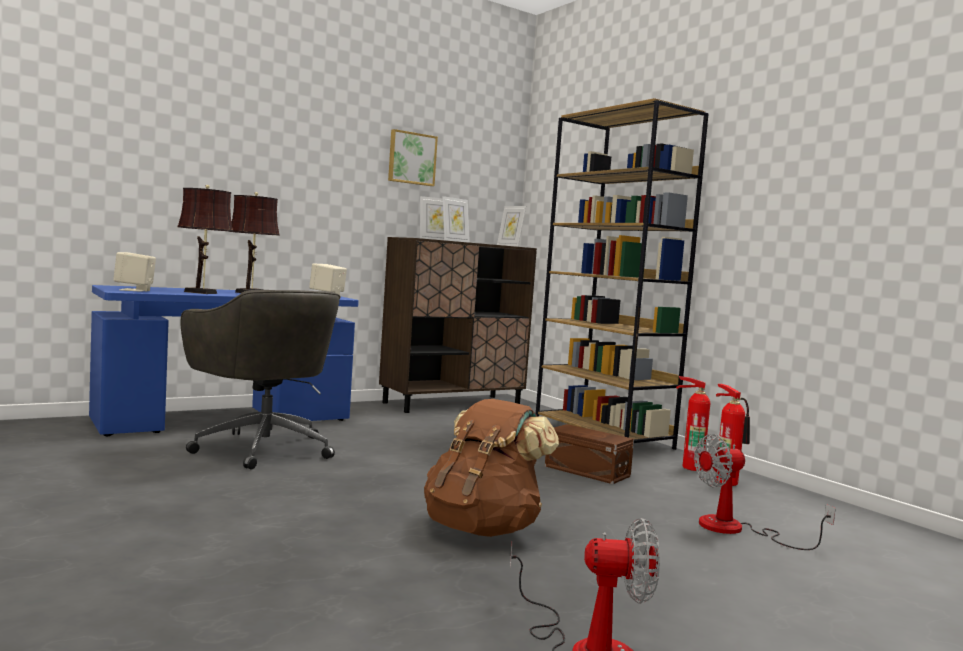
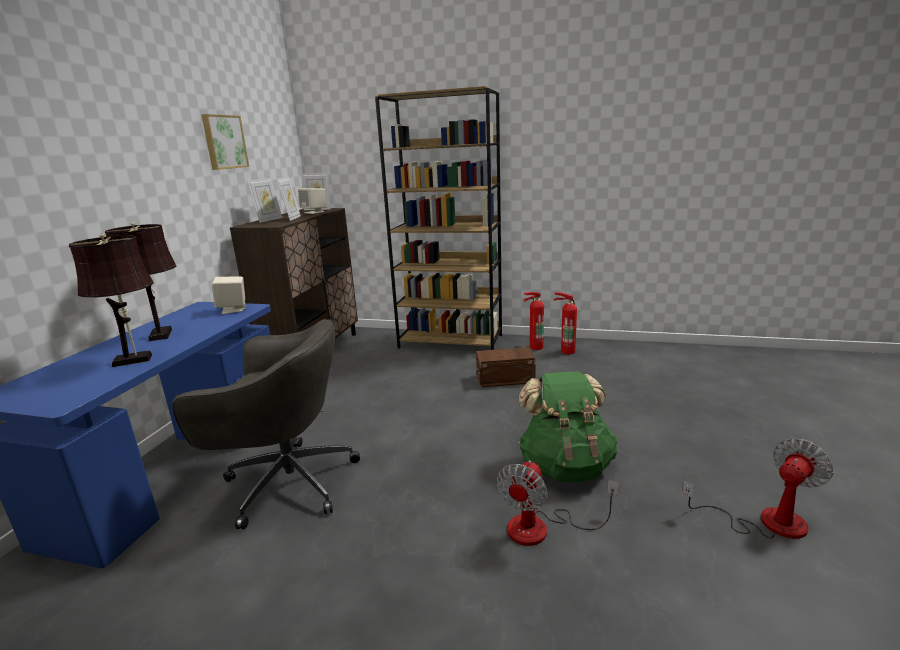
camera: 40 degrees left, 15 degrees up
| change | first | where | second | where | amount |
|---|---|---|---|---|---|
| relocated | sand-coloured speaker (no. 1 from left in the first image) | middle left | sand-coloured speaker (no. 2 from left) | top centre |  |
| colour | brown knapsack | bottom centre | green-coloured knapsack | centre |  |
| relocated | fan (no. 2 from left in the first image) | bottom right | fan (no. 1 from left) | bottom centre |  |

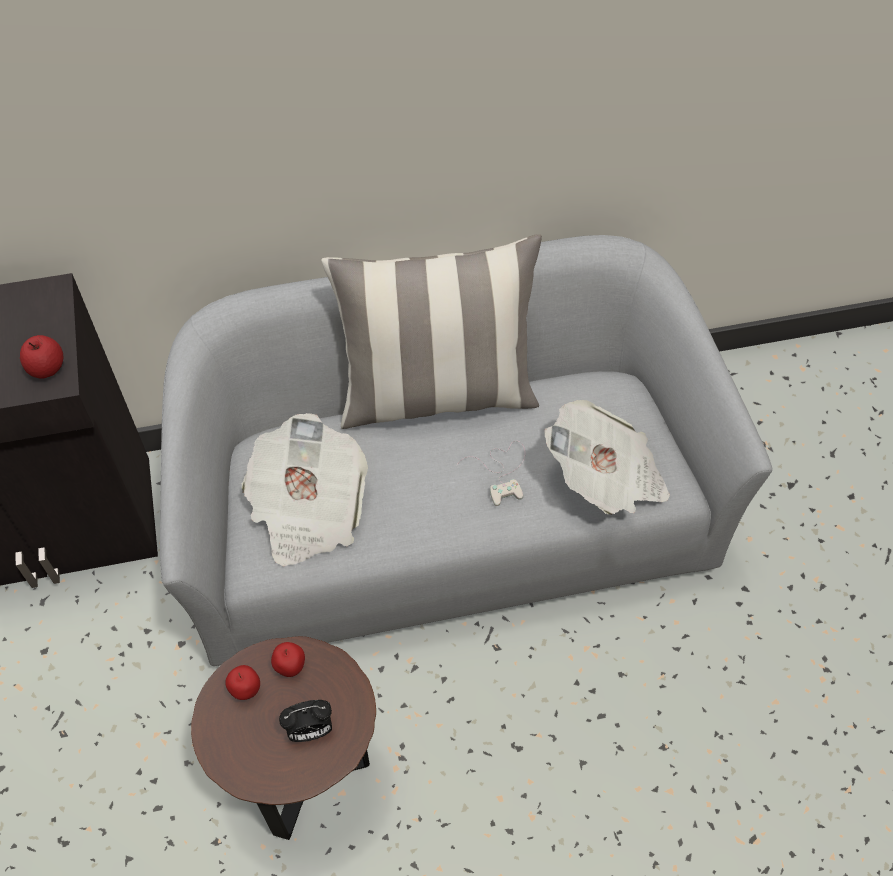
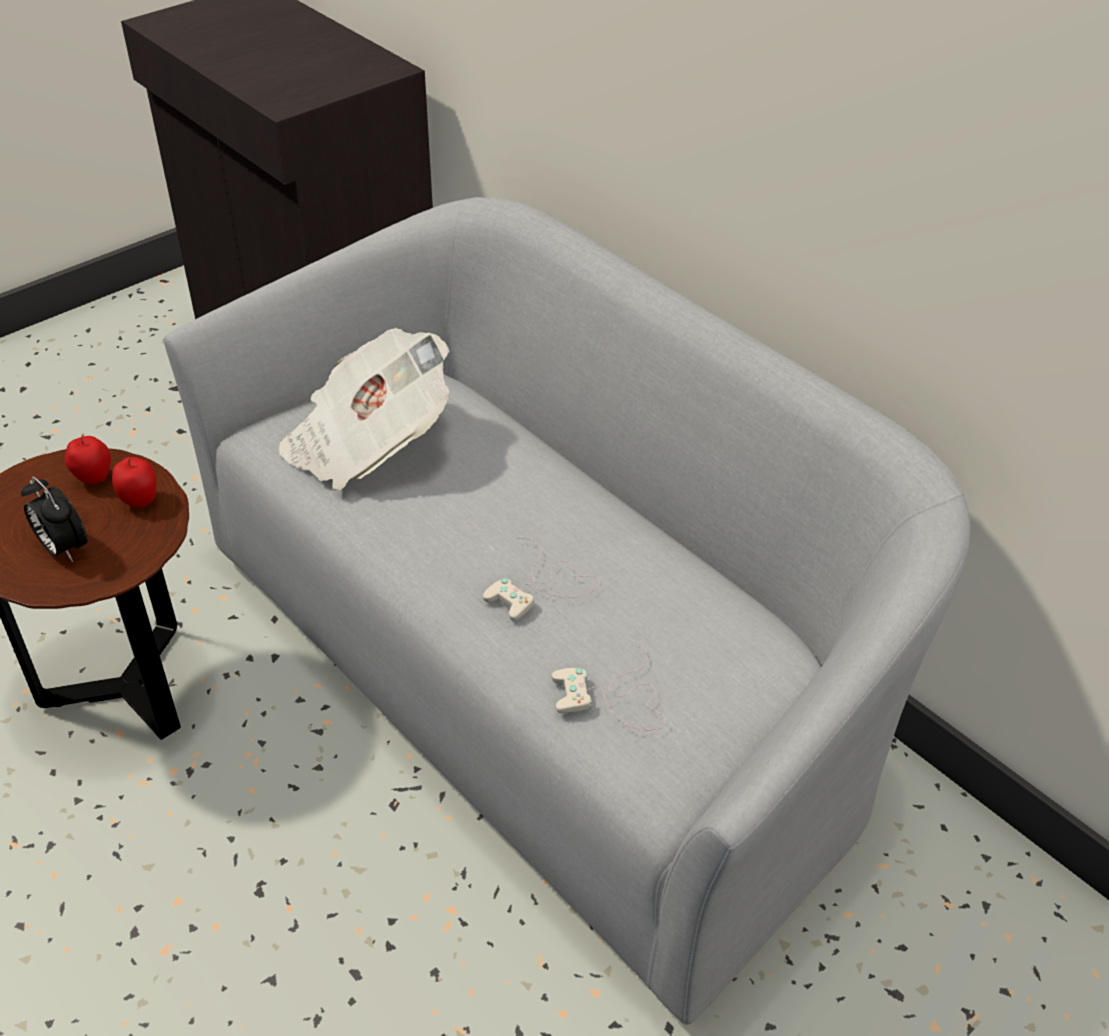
camera: 60 degrees right, 15 degrees down
| change | first | where | second | where | amount |
|---|---|---|---|---|---|
| missing | apple fruit (no. 1 from left) | middle left |  |  |  |
| missing | throw pillow | centre |  |  |  |
| exchanged | daily paper (no. 2 from left) | middle right | white gamepad (no. 2 from left) | centre |  |

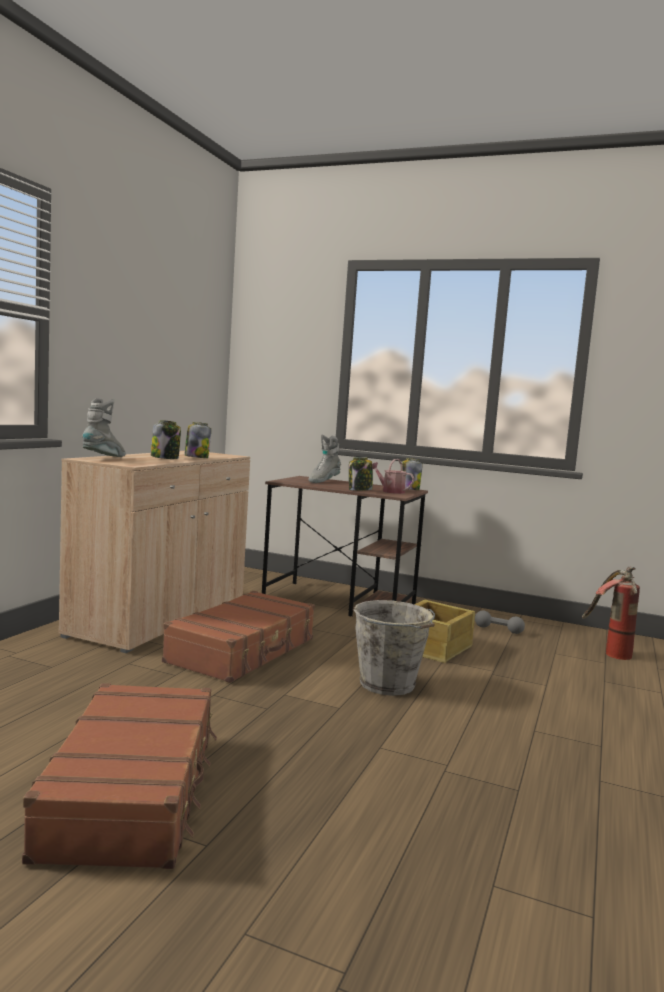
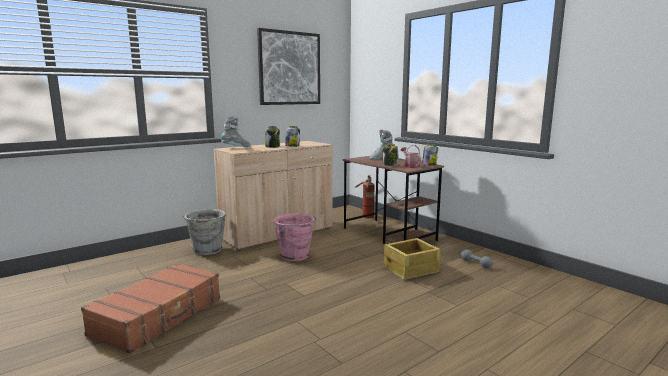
camera: 30 degrees right, 5 degrees up
| change | first | where | second | where | amount |
|---|---|---|---|---|---|
| exchanged | brown suitcase (no. 2 from left) | centre | pinkish water bucket | centre |  |
| relocated | gray water bucket | centre |  | middle left |  |
| relocated | extinguisher | middle right |  | centre |  |
| appeared |  |  | picture | top centre |  |

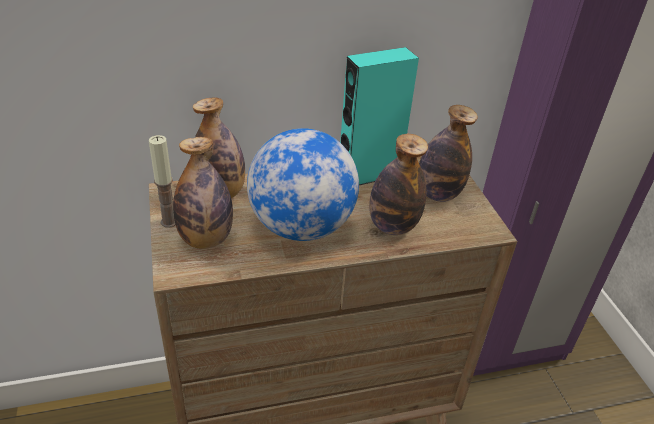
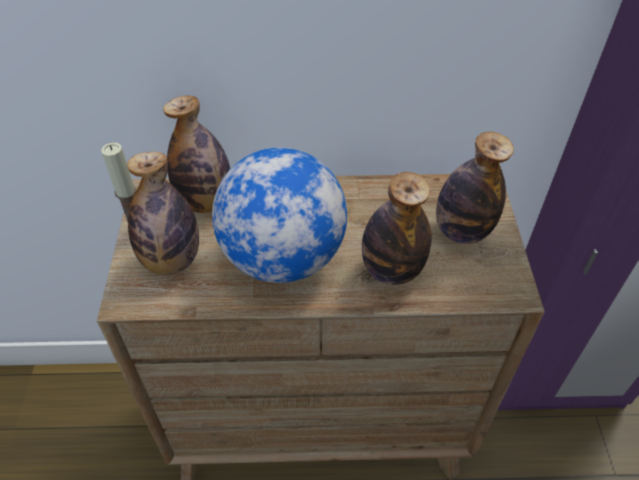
camera: 15 degrees right, 10 degrees up
| change | first | where | second | where | amount |
|---|---|---|---|---|---|
| missing | turquoise-coloured speaker | top centre |  |  |  |

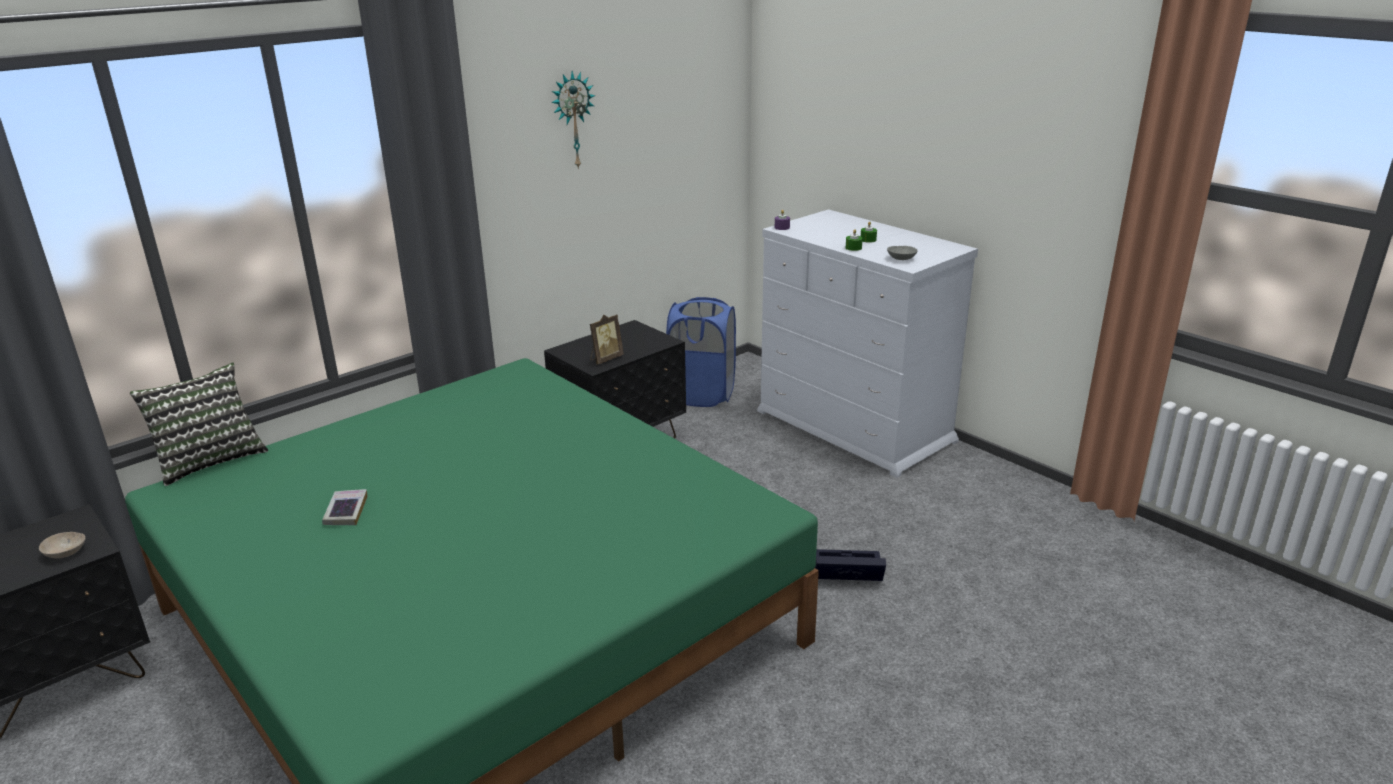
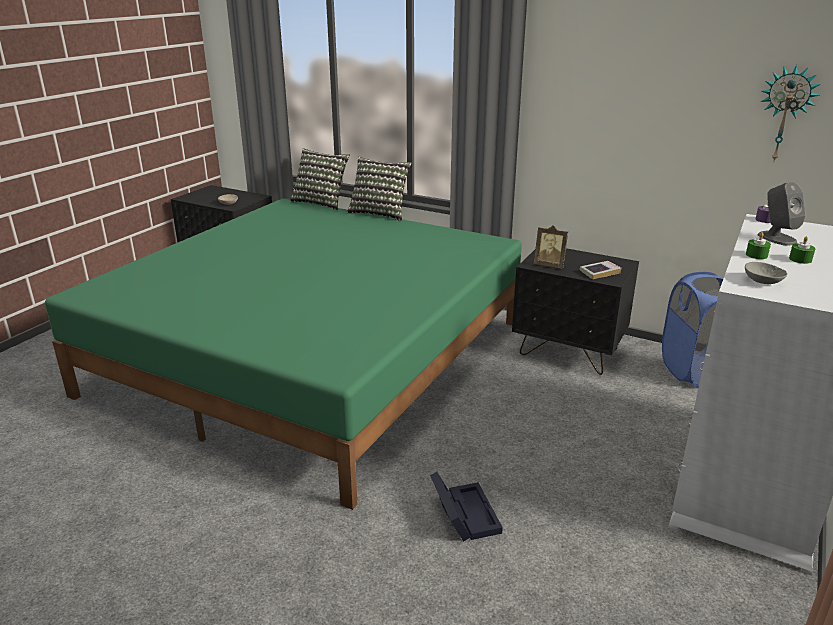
camera: 70 degrees right, 0 degrees up
| change | first | where | second | where | amount |
|---|---|---|---|---|---|
| relocated | volume | middle left |  | middle right |  |
| relocated | hanging clock | top centre |  | top right |  |
| appeared |  |  | throw pillow (no. 2 from left) | top centre |  |
| appeared |  |  | gray speaker | middle right |  |

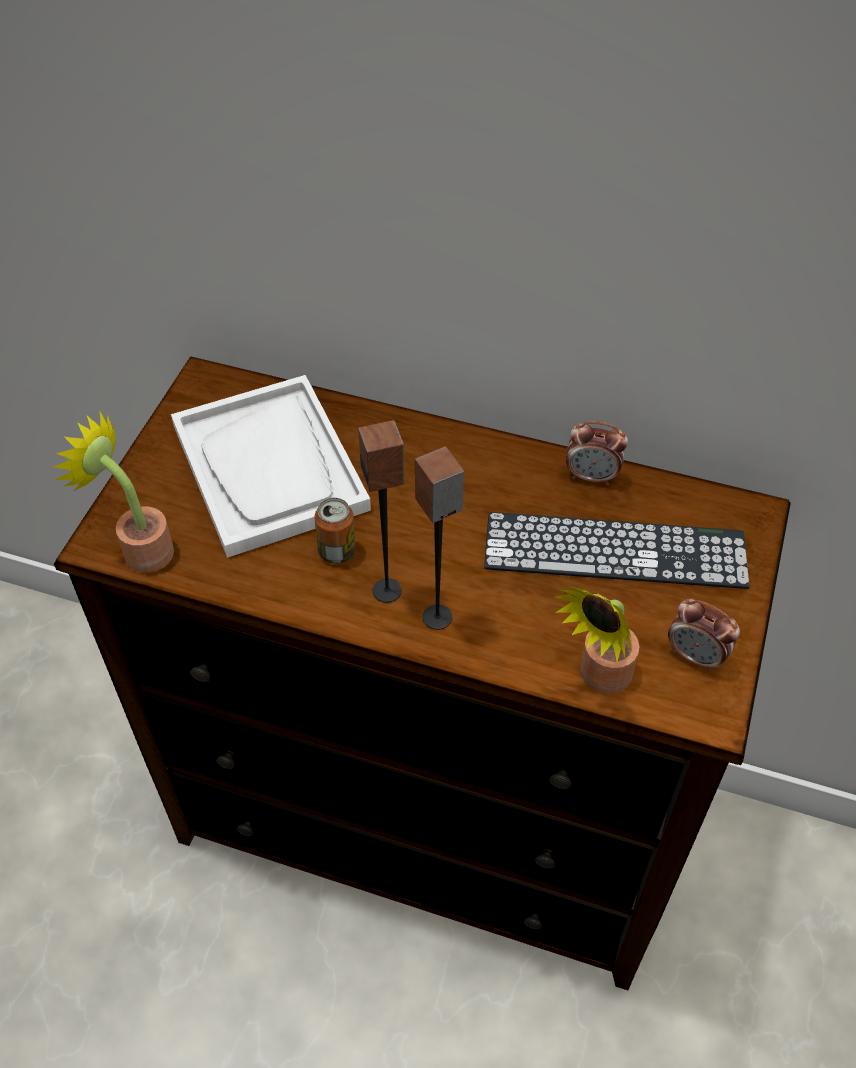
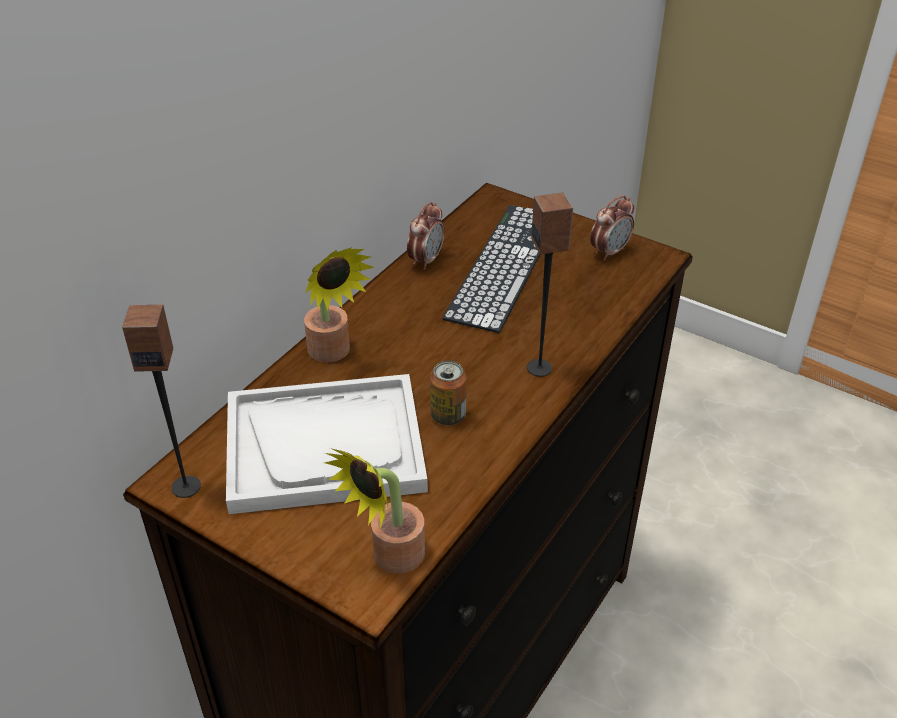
camera: 75 degrees left, 10 degrees down
| change | first | where | second | where | amount |
|---|---|---|---|---|---|
| relocated | speaker (no. 1 from left) | centre |  | middle left |  |
| relocated | potted plant (no. 2 from left in the first image) | middle right | potted plant (no. 1 from left) | centre |  |

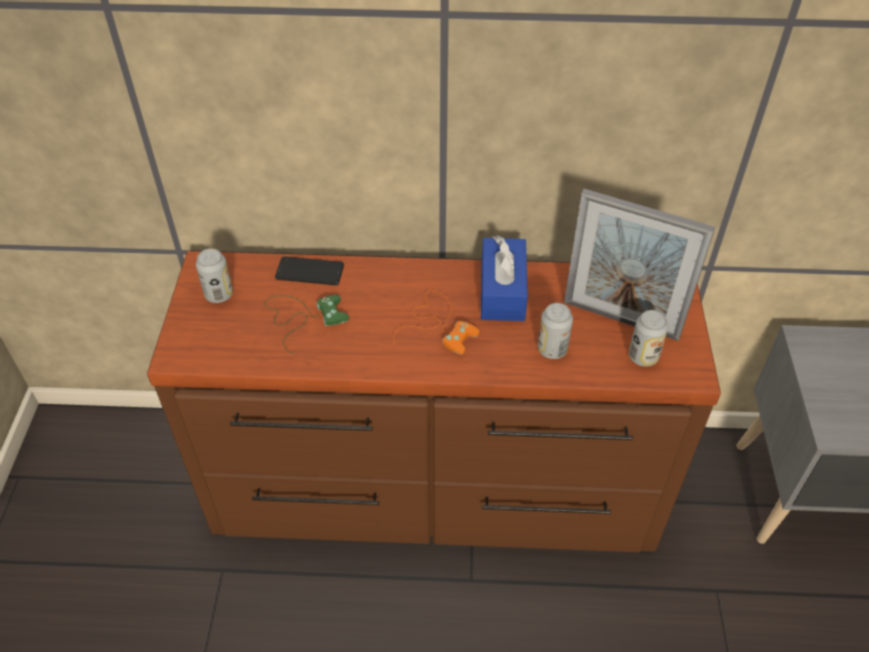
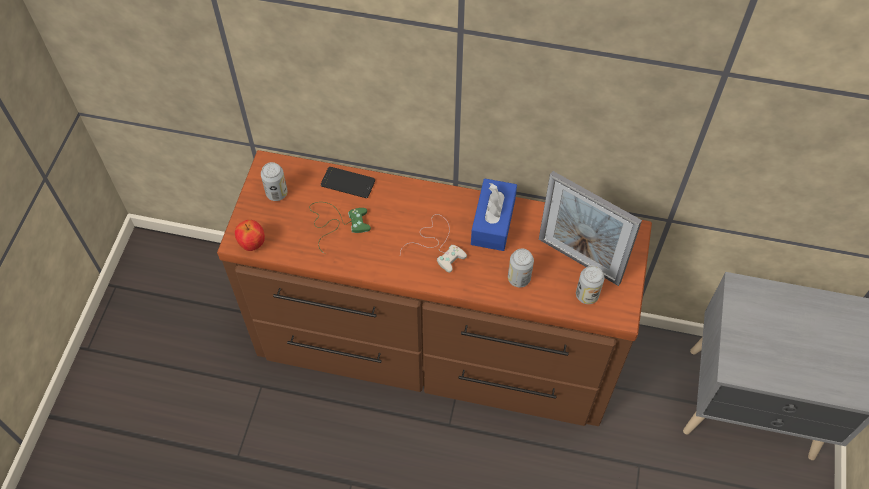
camera: 10 degrees right, 10 degrees up
| change | first | where | second | where | amount |
|---|---|---|---|---|---|
| colour | orangey gamepad | centre | white gamepad | centre |  |
| appeared |  |  | apple fruit | middle left |  |

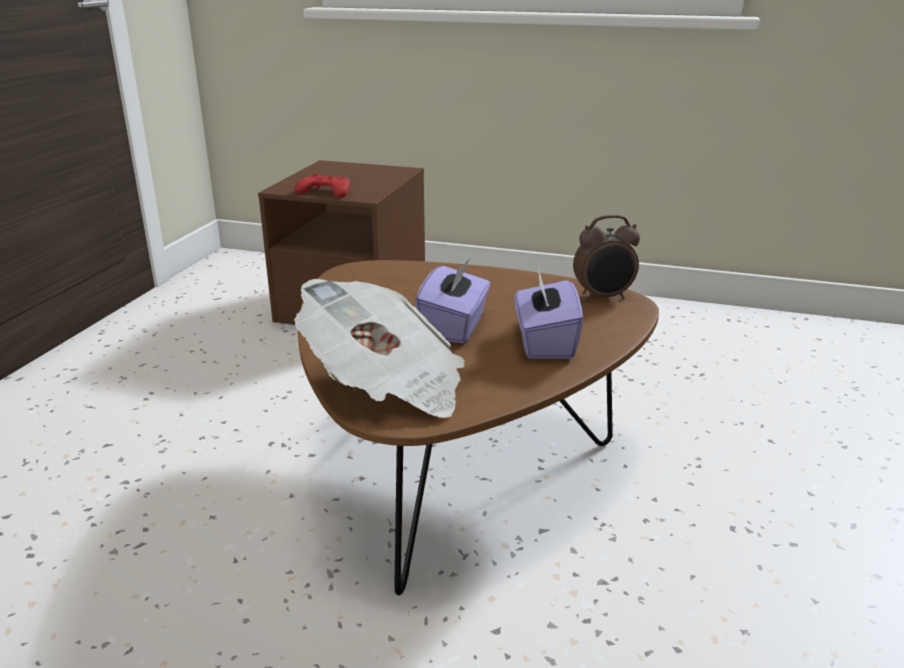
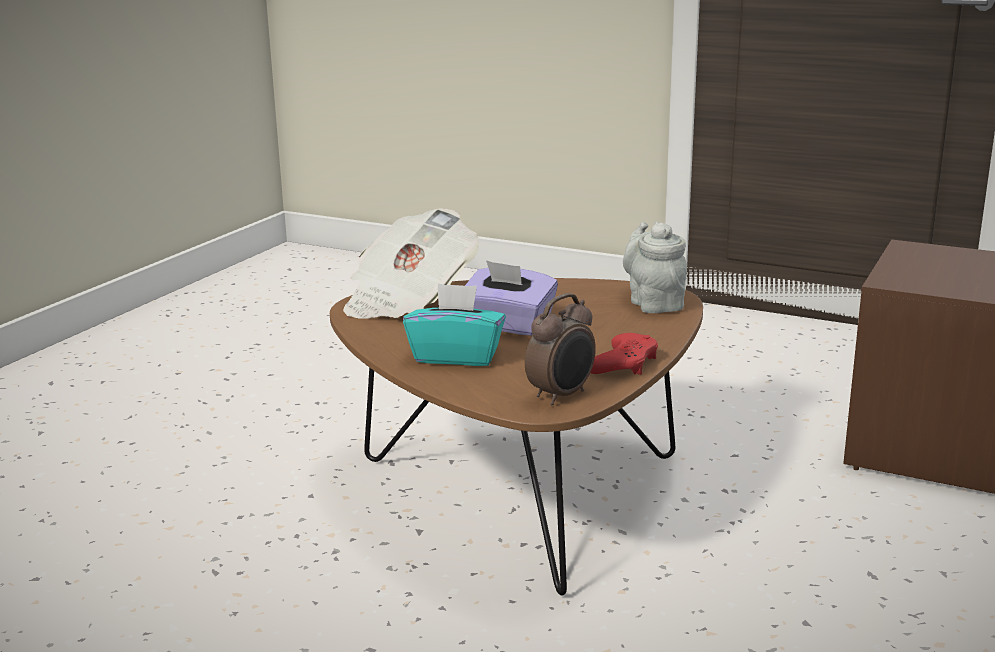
camera: 100 degrees right, 5 degrees down
| change | first | where | second | where | amount |
|---|---|---|---|---|---|
| relocated | red-coloured gamepad | top centre |  | centre |  |
| colour | purplish box of tissues (no. 2 from left) | centre | turquoise-coloured box of tissues | centre |  |
| spun | alarm clock | middle right |  | centre | 135 degrees counterclockwise |
| appeared |  |  | gray tea pot | centre |  |

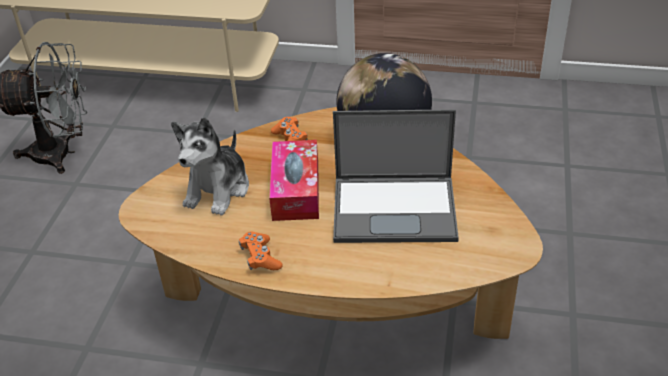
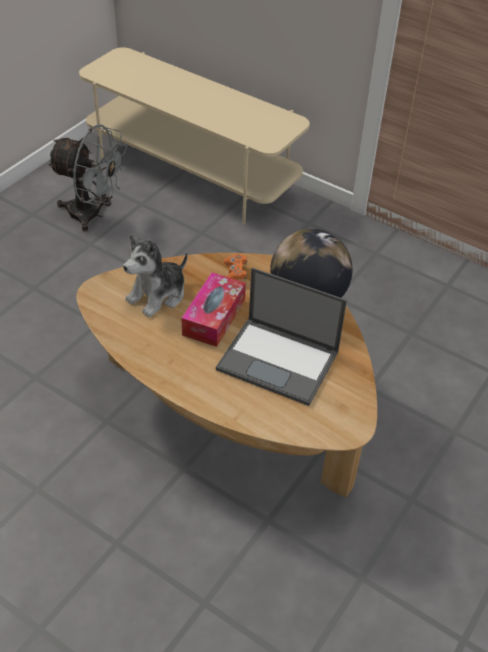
camera: 20 degrees right, 5 degrees up
| change | first | where | second | where | amount |
|---|---|---|---|---|---|
| missing | orangey gamepad (no. 1 from left) | bottom centre |  |  |  |

